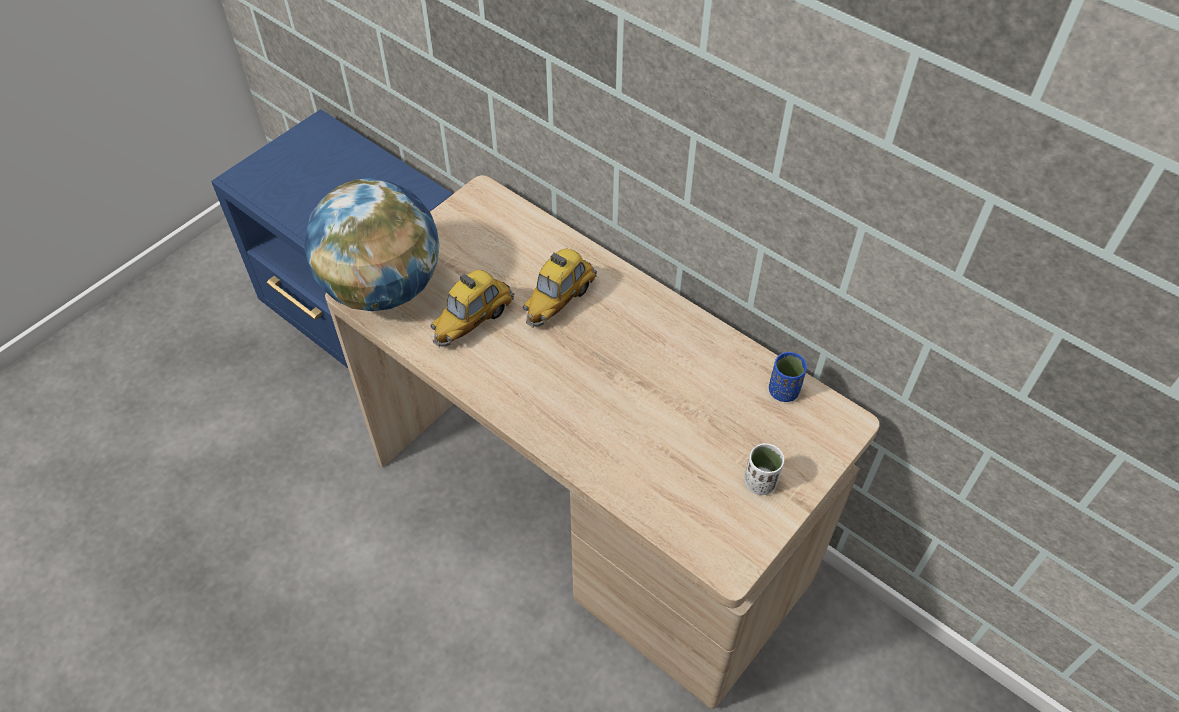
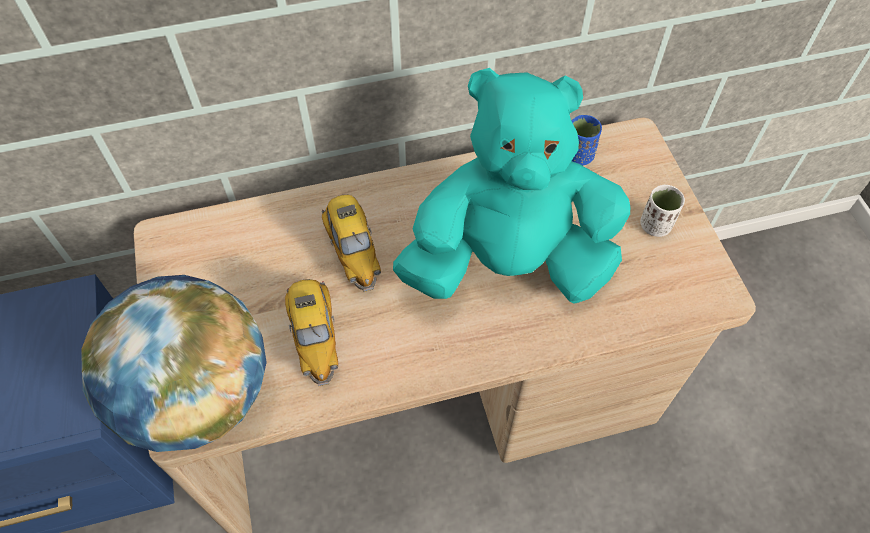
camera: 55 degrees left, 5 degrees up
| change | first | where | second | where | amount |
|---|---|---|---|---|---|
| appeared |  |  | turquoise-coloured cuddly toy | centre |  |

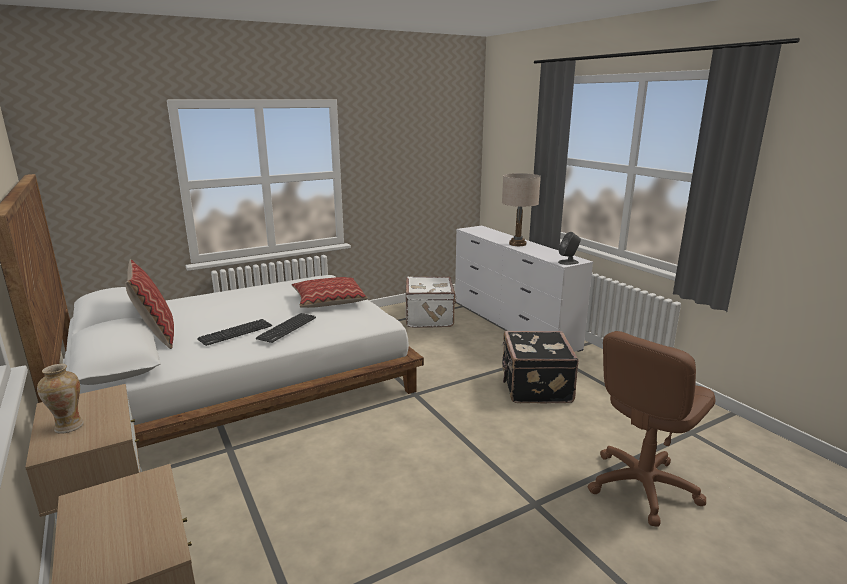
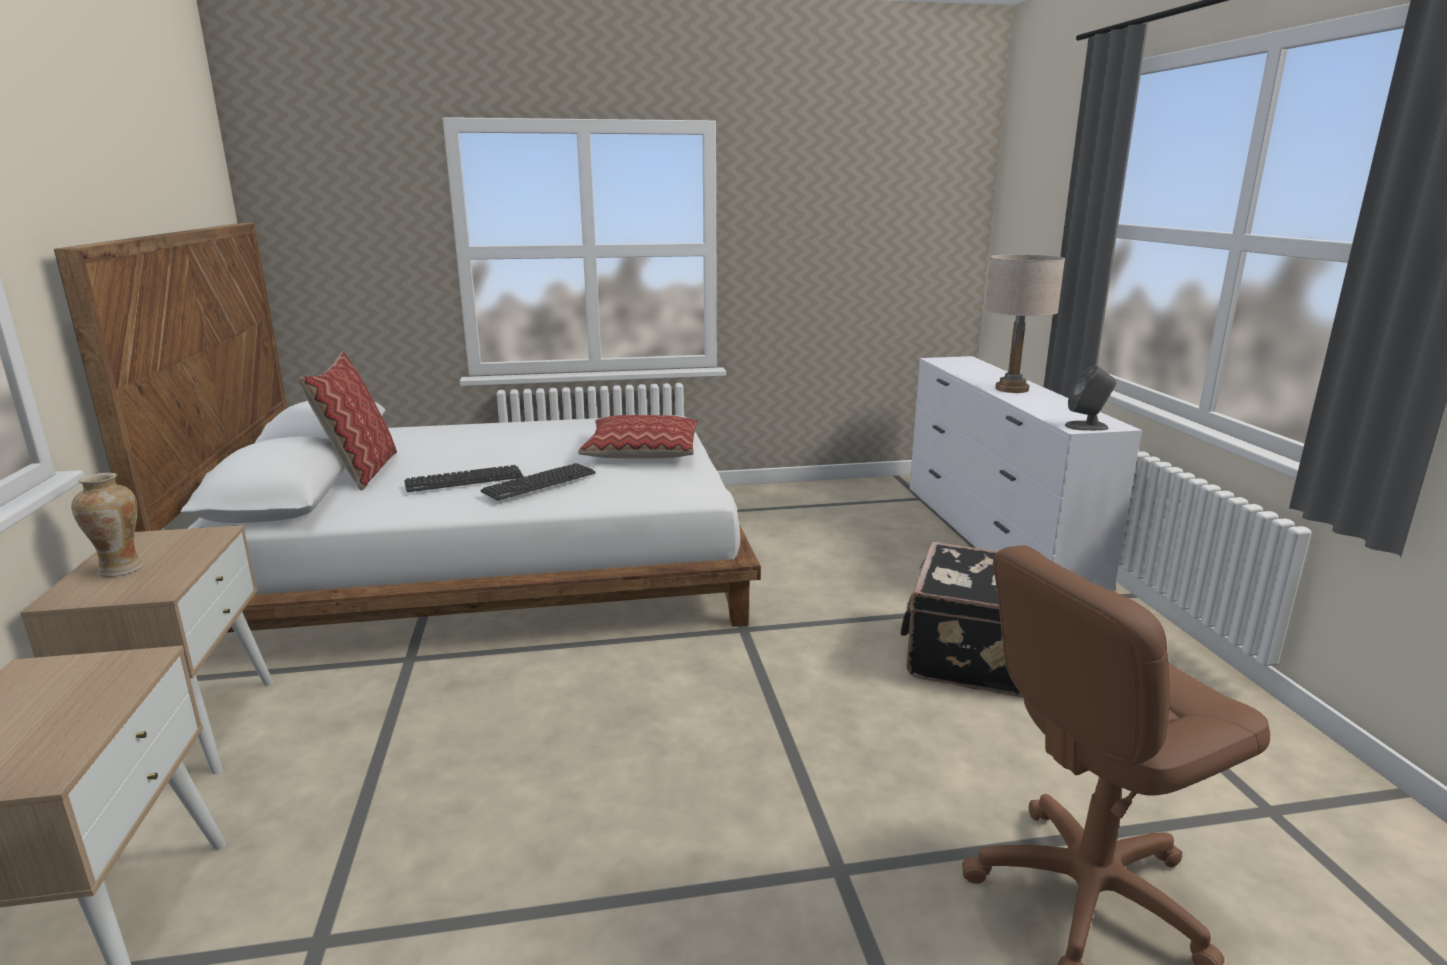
camera: 20 degrees right, 0 degrees up
| change | first | where | second | where | amount |
|---|---|---|---|---|---|
| missing | white suitcase | centre |  |  |  |

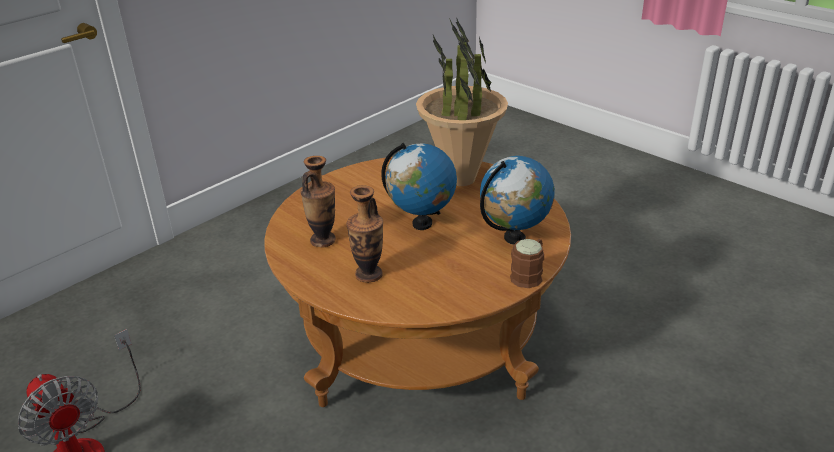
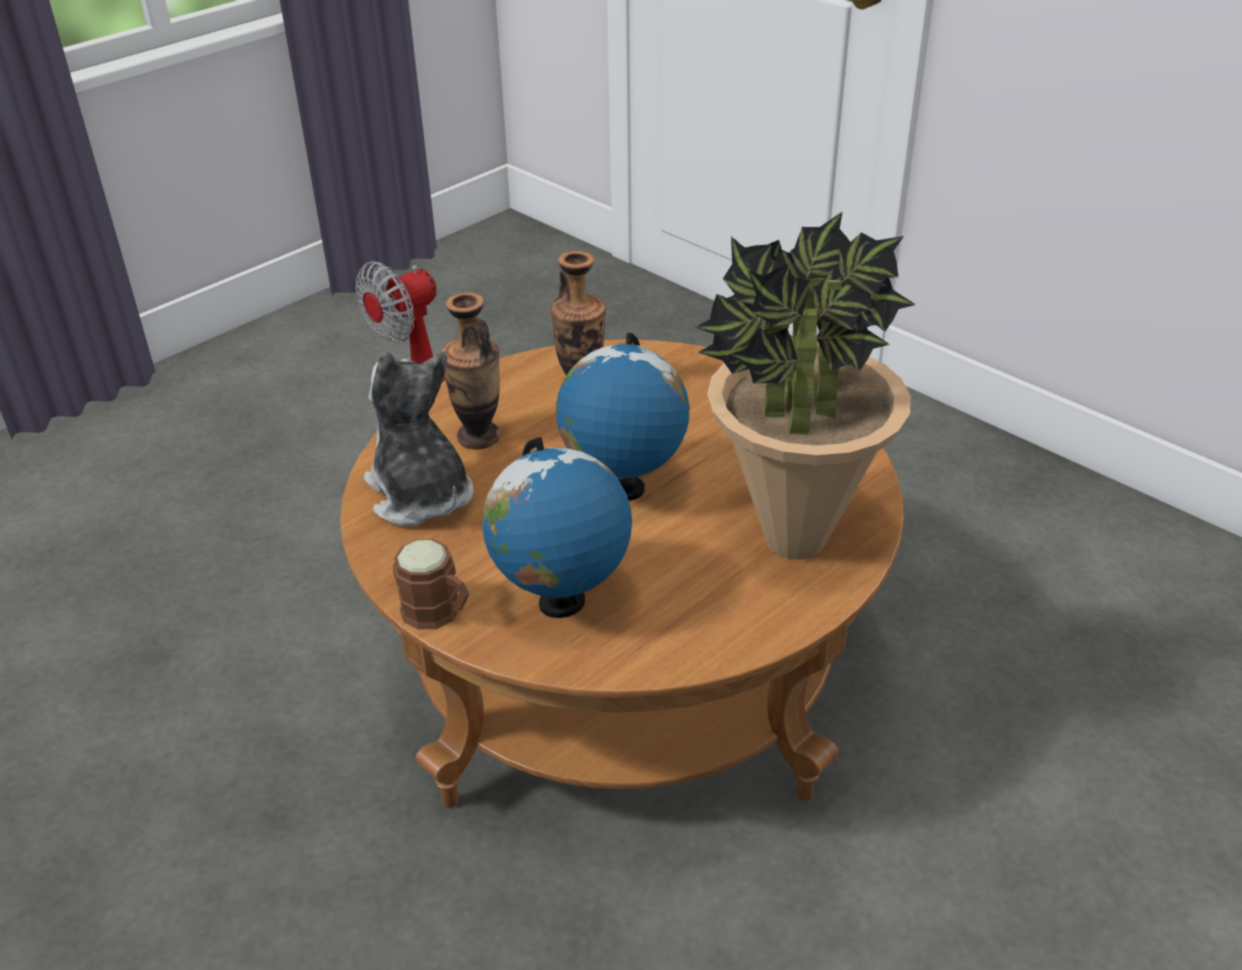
camera: 90 degrees right, 5 degrees up
| change | first | where | second | where | amount |
|---|---|---|---|---|---|
| appeared |  |  | cuddly toy | centre |  |

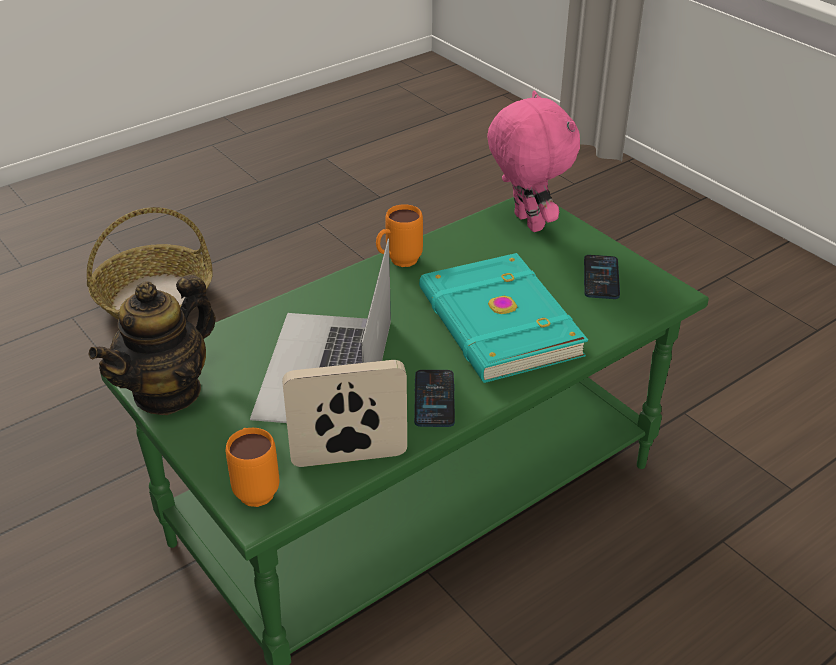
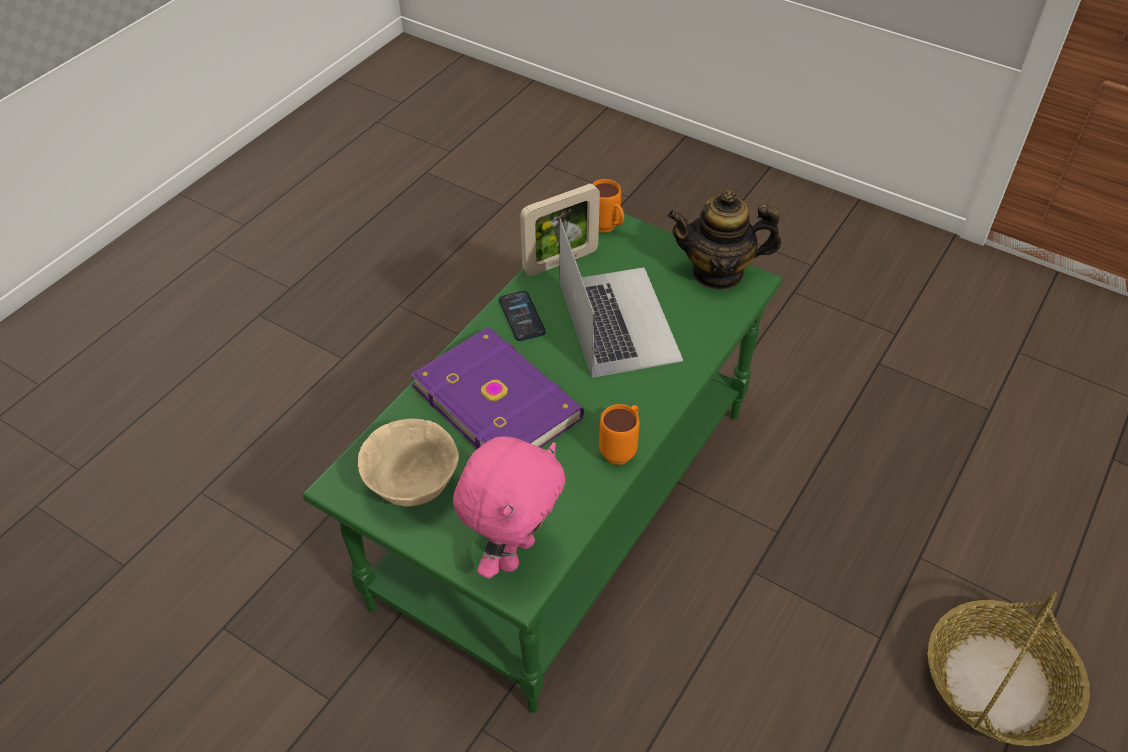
camera: 160 degrees right, 10 degrees up
| change | first | where | second | where | amount |
|---|---|---|---|---|---|
| spun | tea pot | middle left |  | top centre | 105 degrees counterclockwise |
| colour | turquoise-coloured volume | centre | purplish volume | centre |  |
| spun | pinkish cuddly toy | top centre |  | bottom centre | 105 degrees counterclockwise |
| exchanged | telephone (no. 2 from left) | middle right | sand-coloured bowl | centre |  |

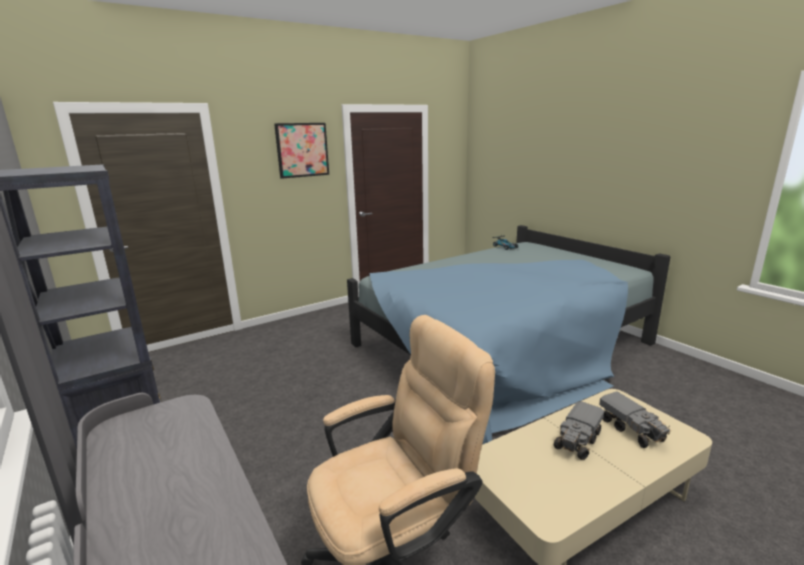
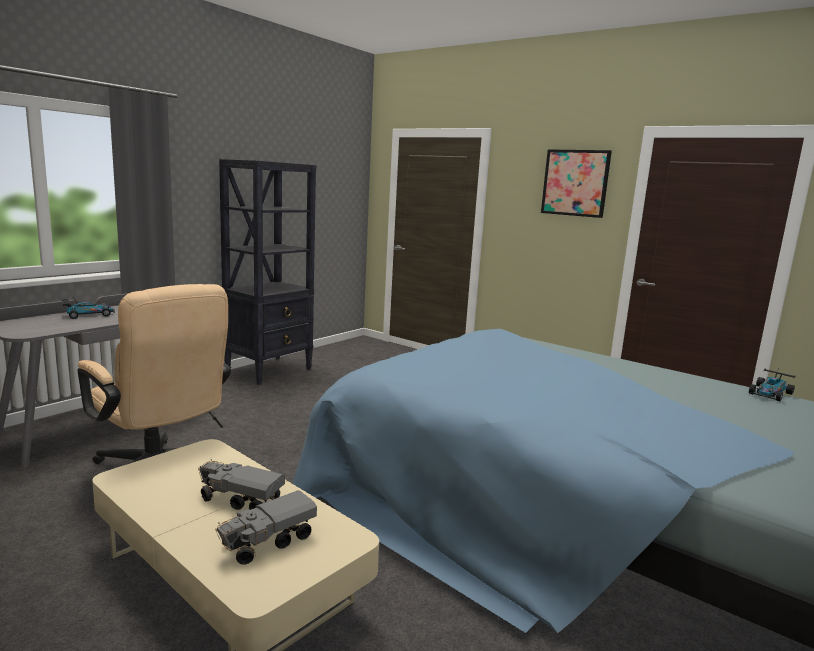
camera: 70 degrees right, 5 degrees down
| change | first | where | second | where | amount |
|---|---|---|---|---|---|
| appeared |  |  | model car (no. 1 from left) | middle left |  |

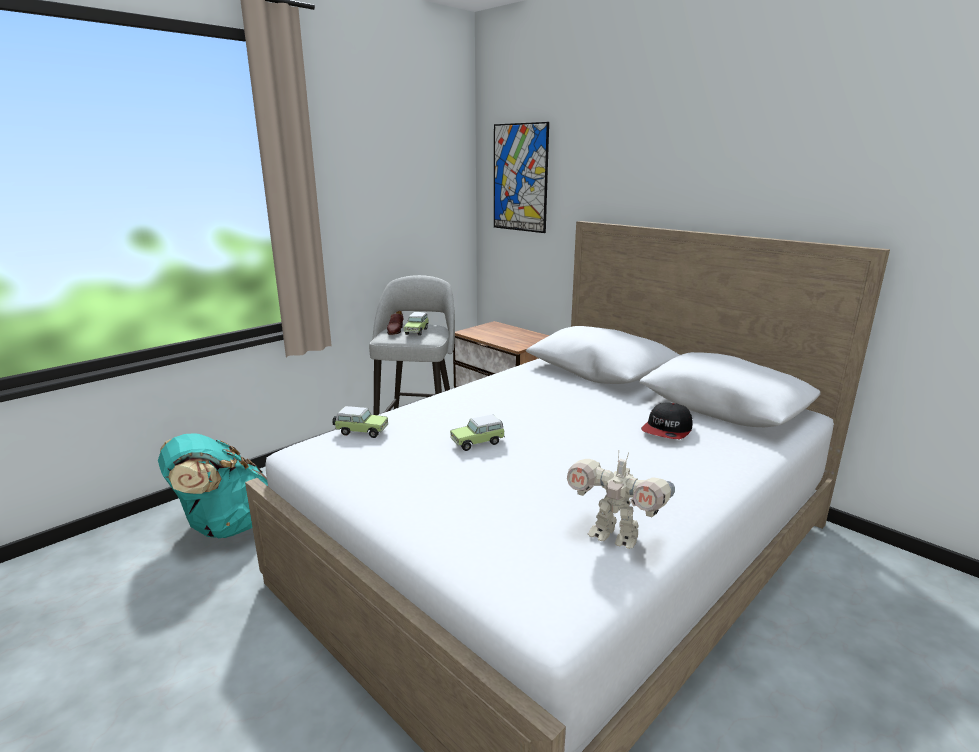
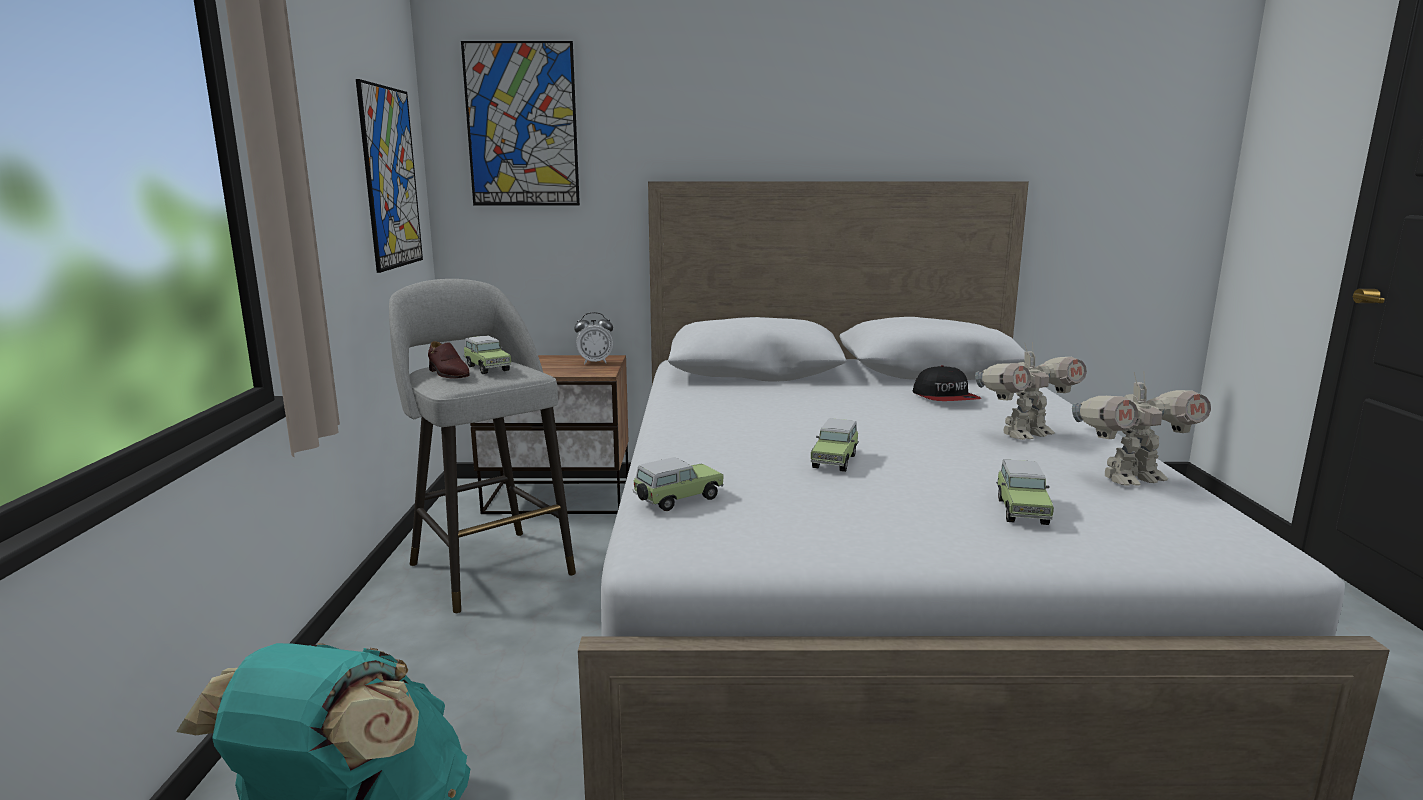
camera: 45 degrees left, 5 degrees down
| change | first | where | second | where | amount |
|---|---|---|---|---|---|
| appeared |  |  | picture (no. 1 from left) | top left |  |
| appeared |  |  | alarm clock | centre |  |
| appeared |  |  | toy robot (no. 1 from left) | middle right |  |
| appeared |  |  | model car (no. 4 from left) | middle right |  |

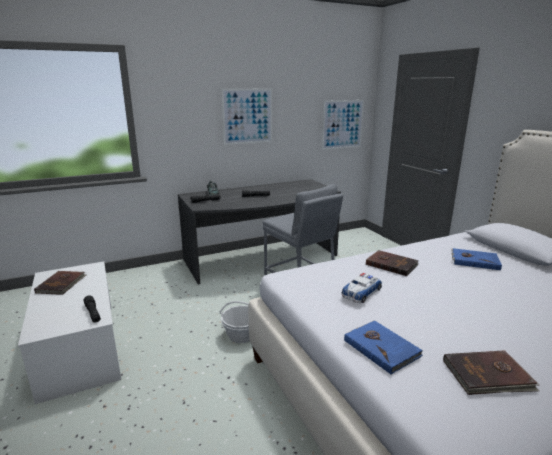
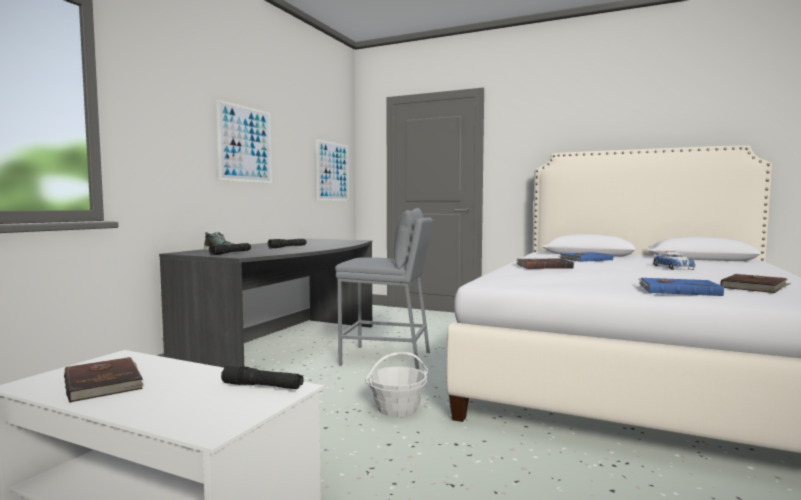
camera: 40 degrees left, 15 degrees down
| change | first | where | second | where | amount |
|---|---|---|---|---|---|
| relocated | model car | centre |  | middle right |  |

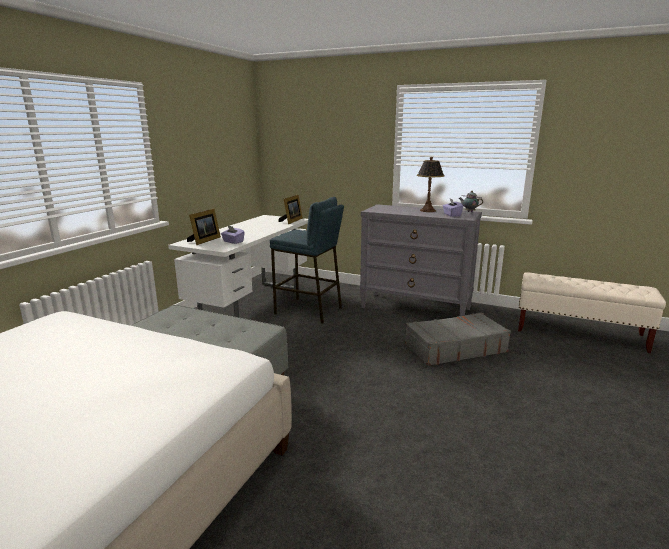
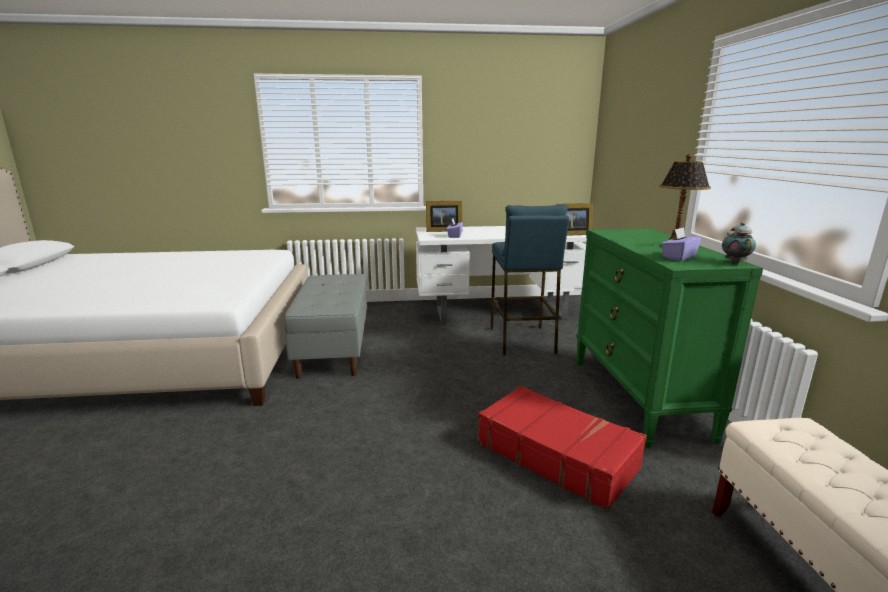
camera: 60 degrees right, 0 degrees up
| change | first | where | second | where | amount |
|---|---|---|---|---|---|
| colour | gray dresser | centre | green-coloured dresser | middle right |  |
| colour | gray suitcase | middle right | red-coloured suitcase | bottom centre |  |

